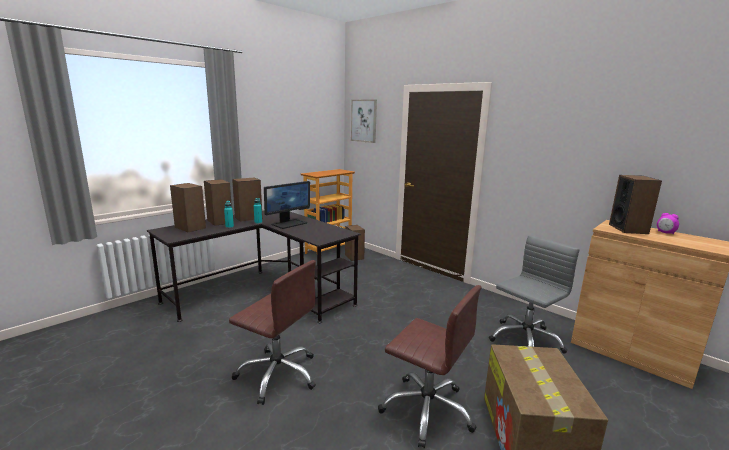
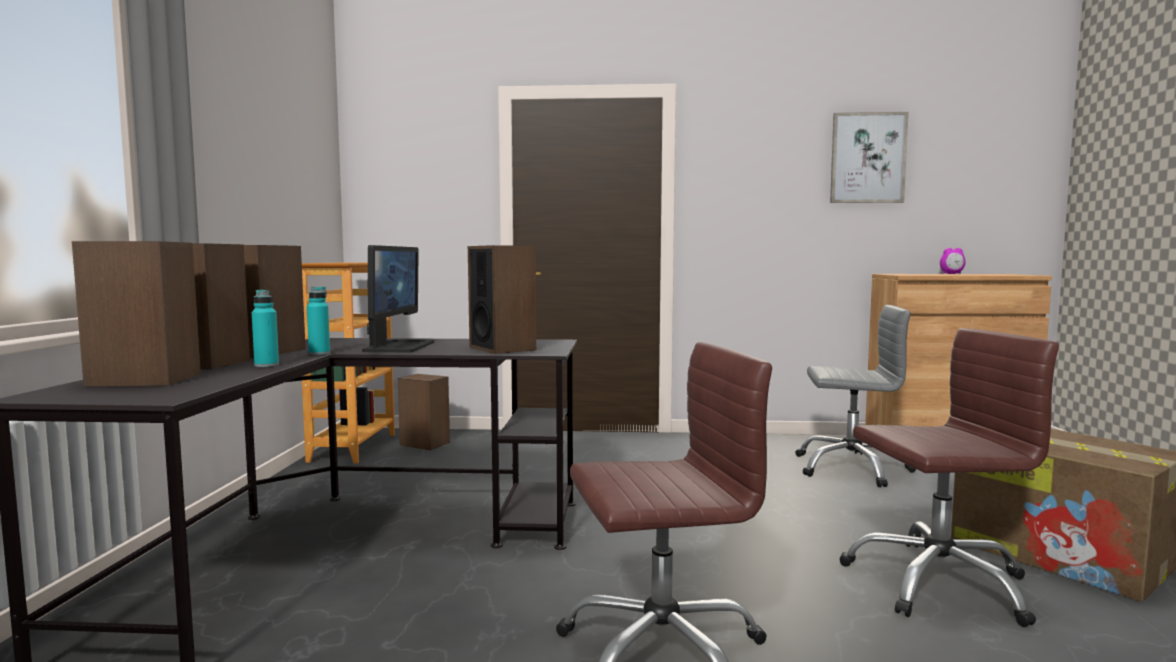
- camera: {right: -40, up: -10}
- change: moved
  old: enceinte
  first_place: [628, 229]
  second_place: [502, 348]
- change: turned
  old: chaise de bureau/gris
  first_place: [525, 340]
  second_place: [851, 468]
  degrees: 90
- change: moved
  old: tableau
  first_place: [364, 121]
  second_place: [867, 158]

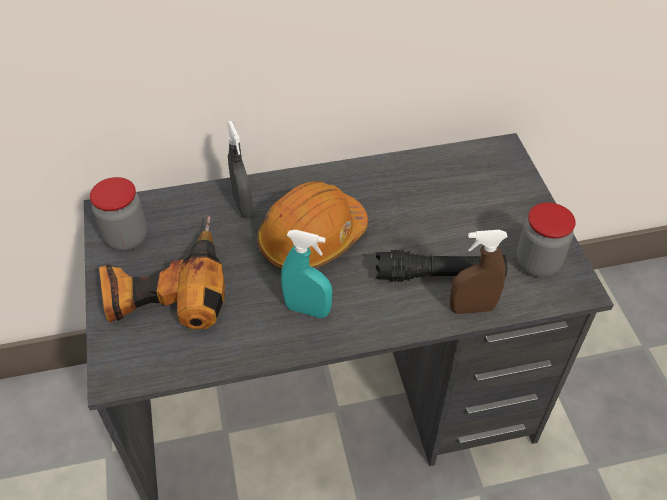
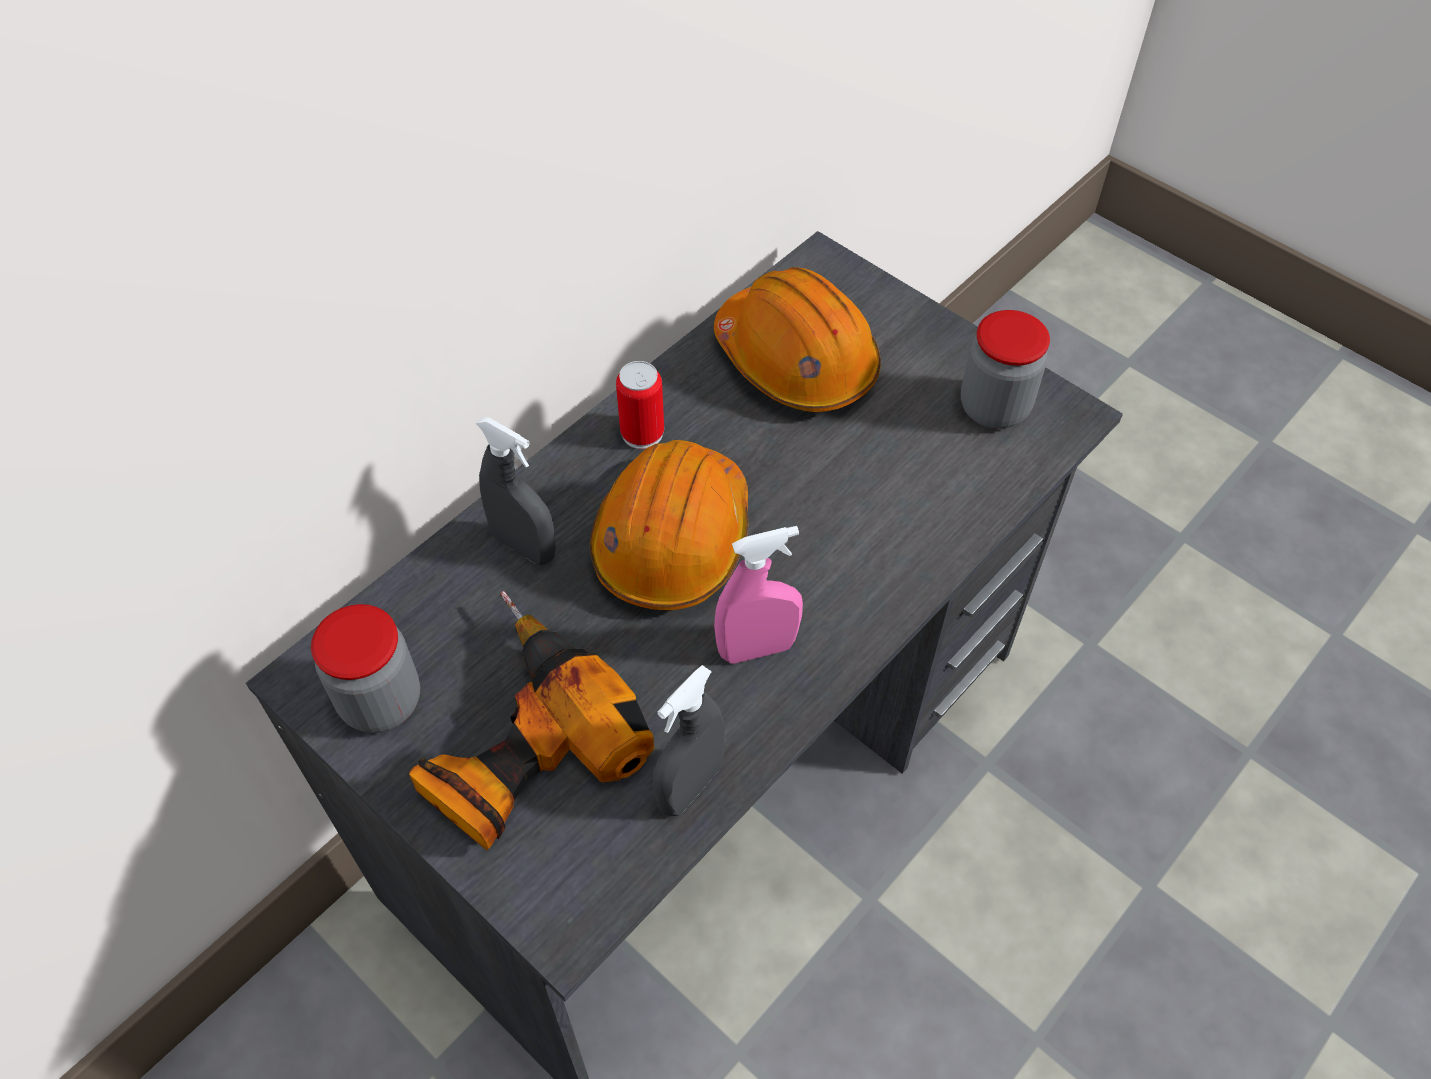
- camera: {right: -35, up: 5}
- change: added
  new: boîte métallique
  second_place: [642, 433]
- change: added
  new: vaporisateur/gris
  second_place: [690, 786]
- change: added
  new: casque de chantier/orange
  second_place: [796, 361]
- change: recoloured
  old: vaporisateur/turquoise
  new: vaporisateur/rose
  first_place: [307, 309]
  second_place: [757, 648]
- change: removed
  old: lampe de poche/noir
  first_place: [439, 275]
- change: removed
  old: vaporisateur/marron
  first_place: [472, 308]

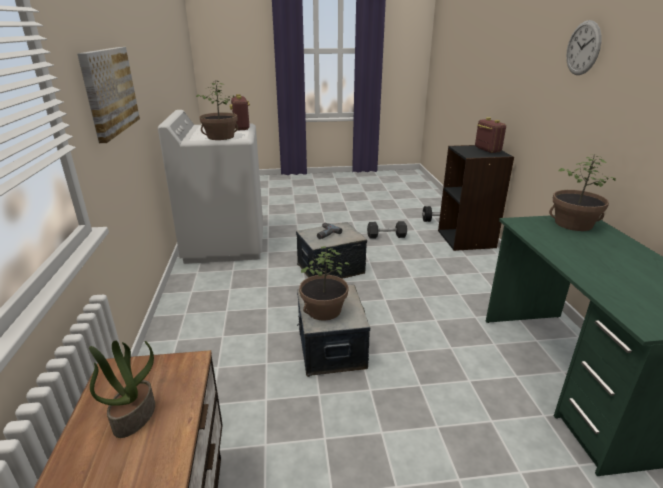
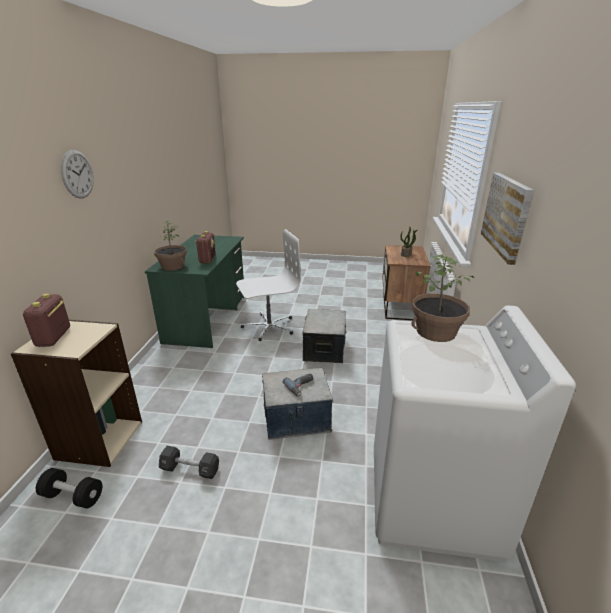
- camera: {right: -165, up: 0}
- change: recoloured
  old: bibliothèque/noir
  new: bibliothèque/beige
  first_place: [467, 239]
  second_place: [99, 439]
- change: moved
  old: radio
  first_place: [241, 128]
  second_place: [207, 259]
- change: added
  new: chaise de bureau/blanc
  second_place: [268, 326]
- change: removed
  old: plante en pot
  first_place: [323, 310]

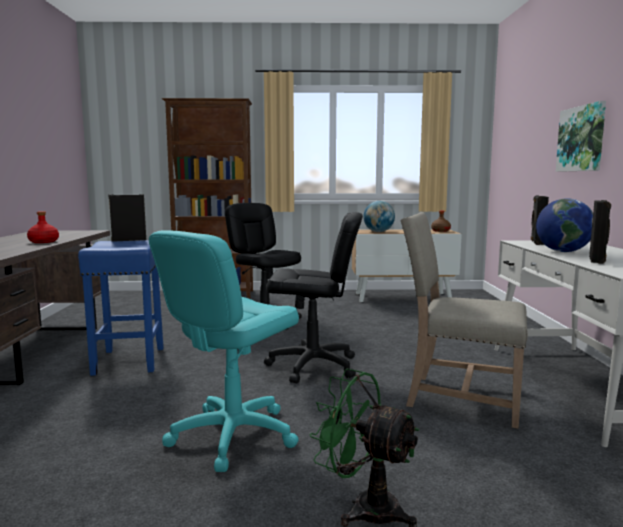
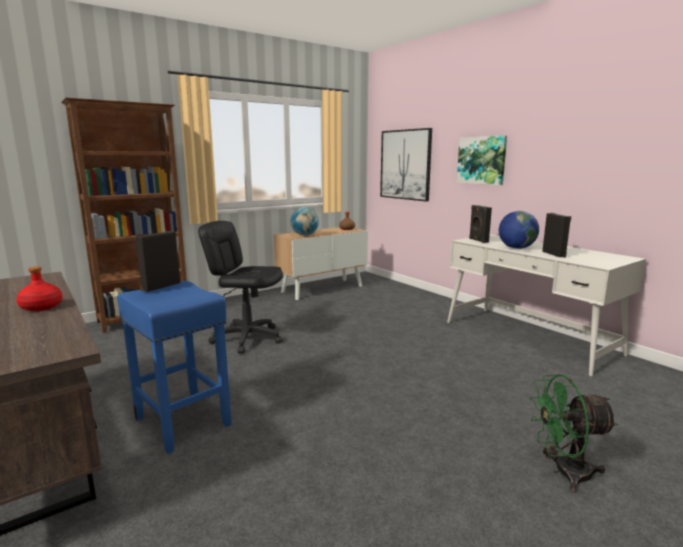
- camera: {right: -35, up: 5}
- change: added
  new: tableau
  second_place: [405, 164]
- change: removed
  old: chaise de bureau/turquoise
  first_place: [232, 435]
- change: removed
  old: chaise de bureau/noir
  first_place: [313, 366]
- change: removed
  old: chaise/beige
  first_place: [459, 398]

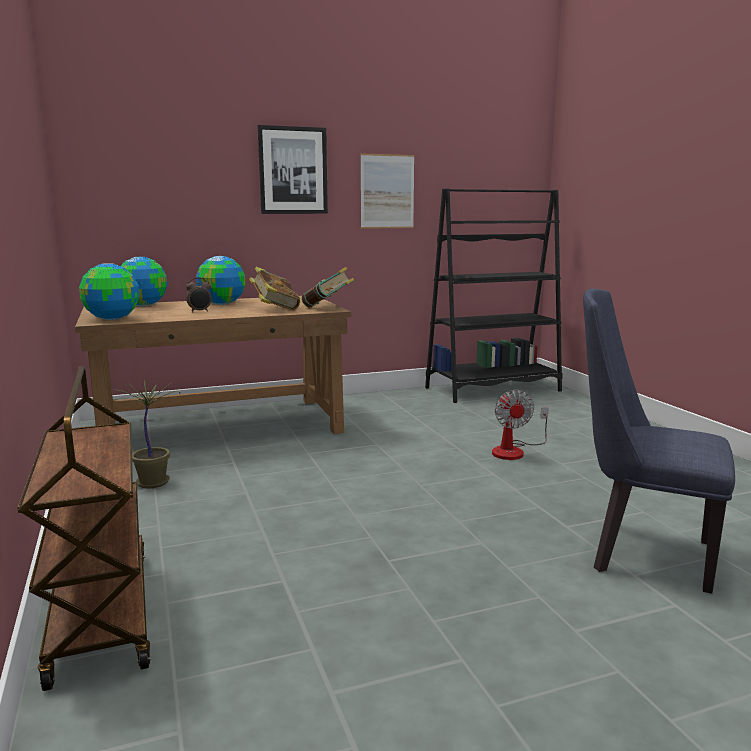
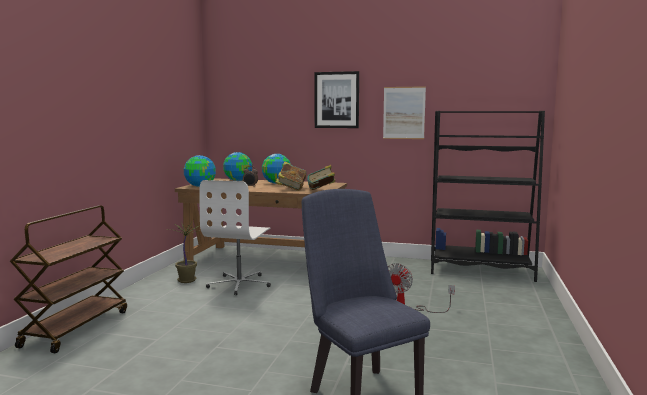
- camera: {right: 35, up: -5}
- change: added
  new: chaise de bureau/blanc
  second_place: [240, 284]

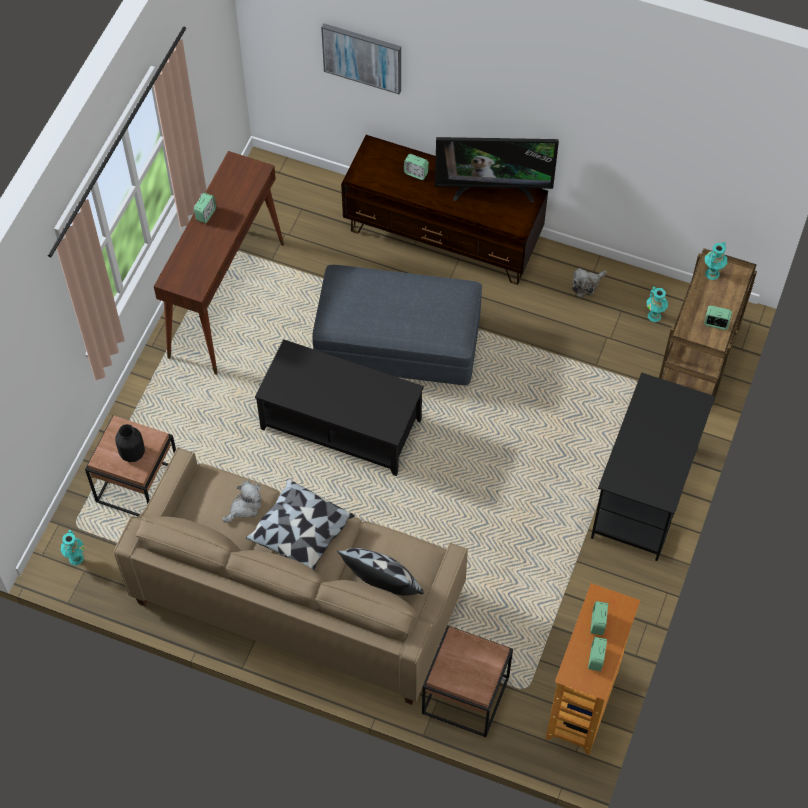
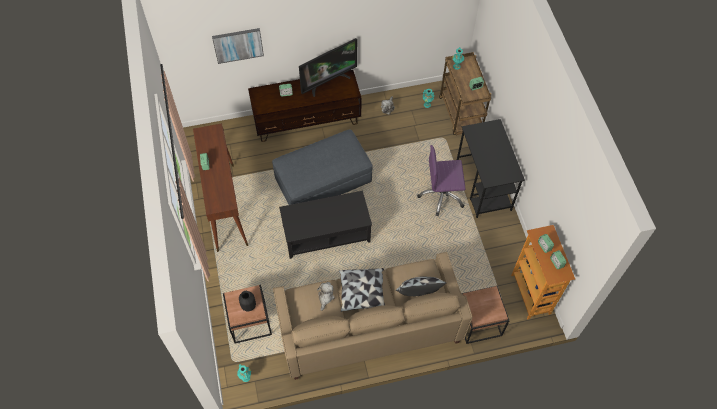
- camera: {right: -35, up: 0}
- change: added
  new: chaise de bureau/violet
  second_place: [441, 196]

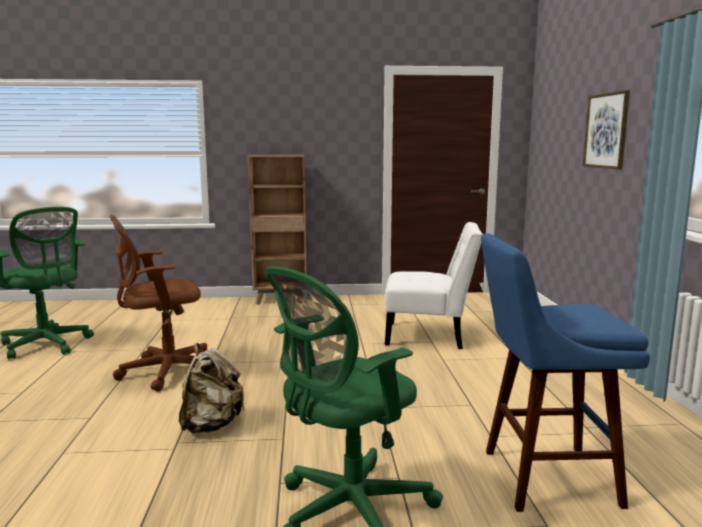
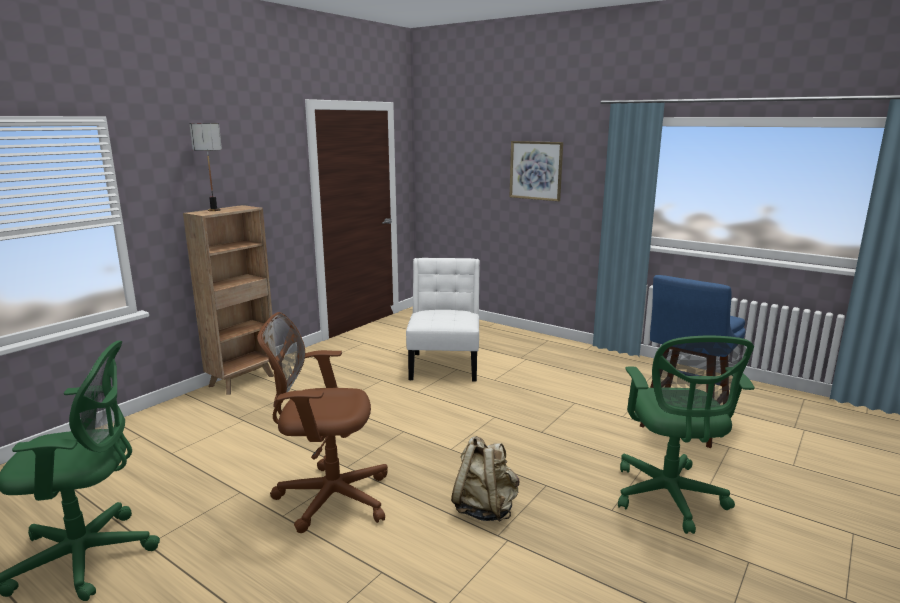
- camera: {right: -50, up: 5}
- change: added
  new: lampe de table
  second_place: [214, 210]
- change: turned
  old: chaise de bureau/marron
  first_place: [164, 372]
  second_place: [328, 497]
  degrees: 75
- change: turned
  old: chaise/blanc
  first_place: [430, 336]
  second_place: [445, 365]
  degrees: -45

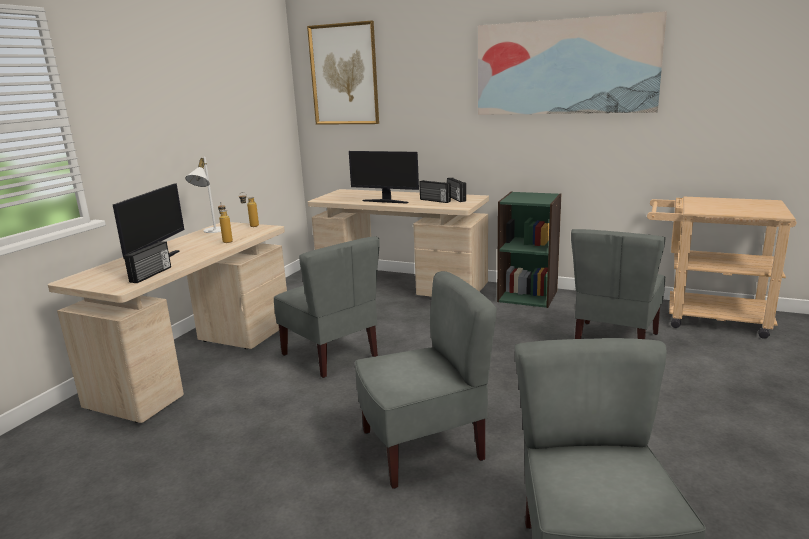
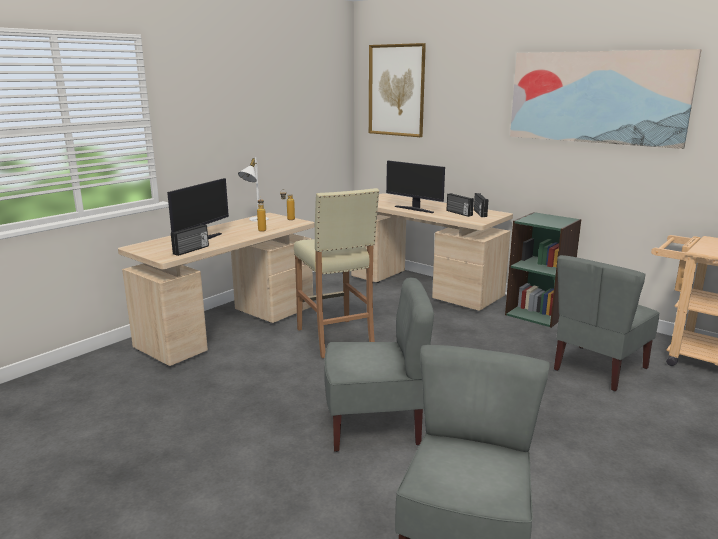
- camera: {right: 15, up: 0}
- change: replaced
  old: chaise/gris
  new: tabouret/beige
  first_place: [331, 355]
  second_place: [335, 338]

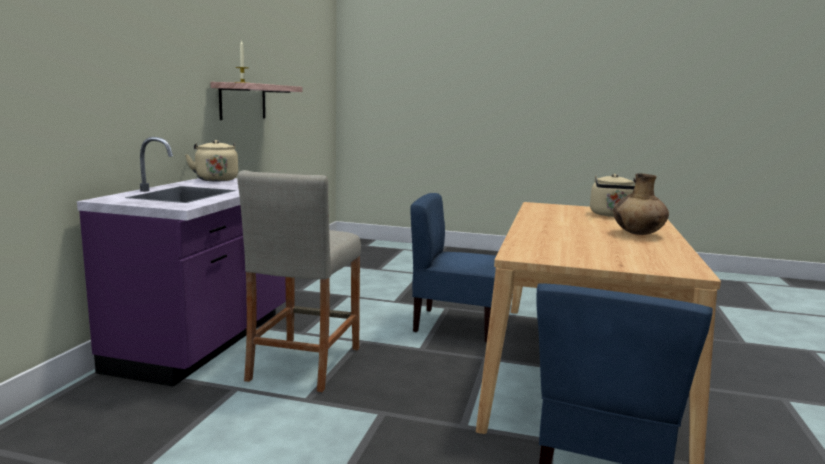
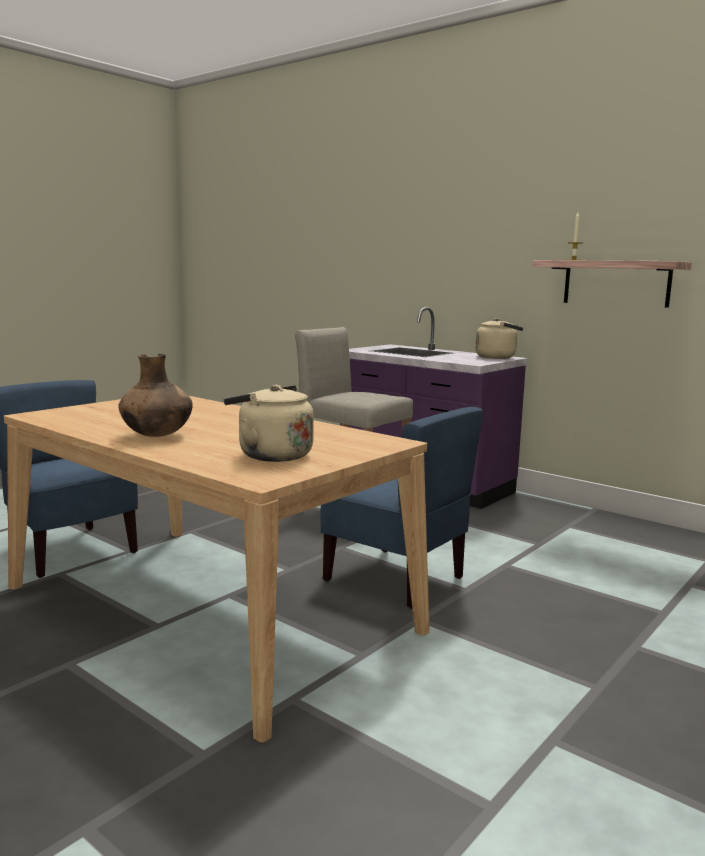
- camera: {right: 115, up: 0}
- change: turned
  old: chaise/bleu
  first_place: [456, 325]
  second_place: [395, 578]
  degrees: 90

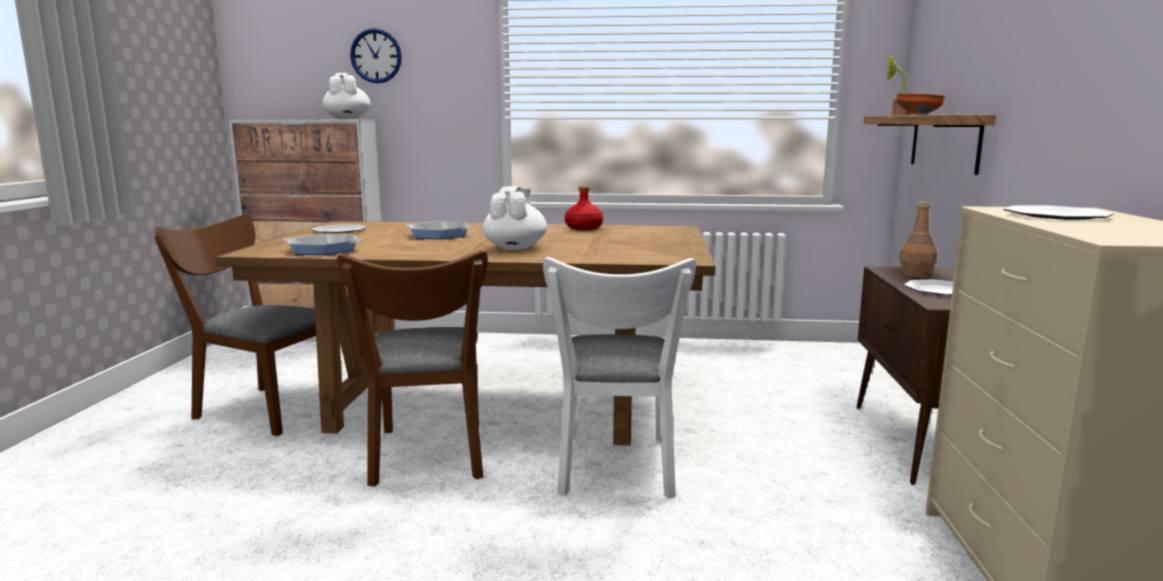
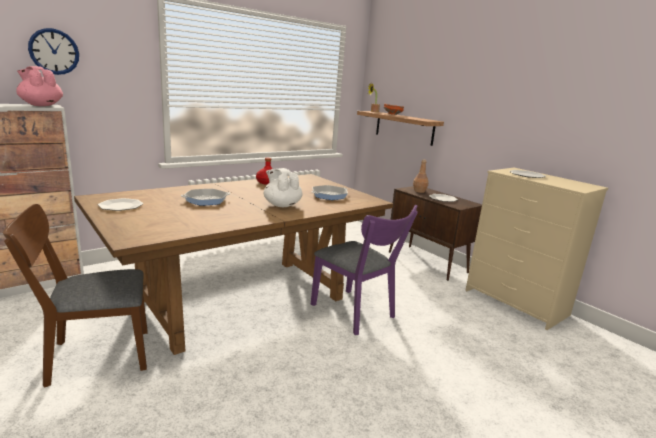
- camera: {right: -45, up: 5}
- change: recoloured
  old: théière/blanc
  new: théière/rose
  first_place: [347, 118]
  second_place: [41, 105]
- change: moved
  old: poêle
  first_place: [323, 250]
  second_place: [329, 195]
- change: recoloured
  old: chaise/blanc
  new: chaise/violet
  first_place: [615, 470]
  second_place: [356, 313]
- change: removed
  old: chaise/marron
  first_place: [428, 458]

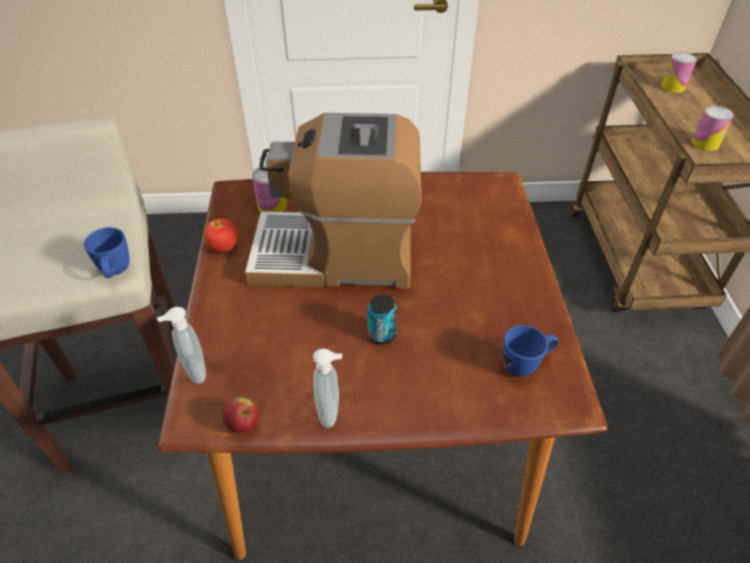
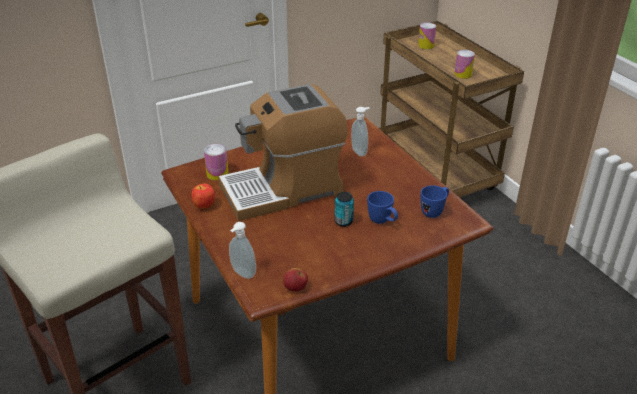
- camera: {right: -25, up: -10}
- change: moved
  old: distributeur de savon
  first_place: [331, 412]
  second_place: [360, 152]
- change: moved
  old: mug/bleu
  first_place: [116, 273]
  second_place: [382, 222]

